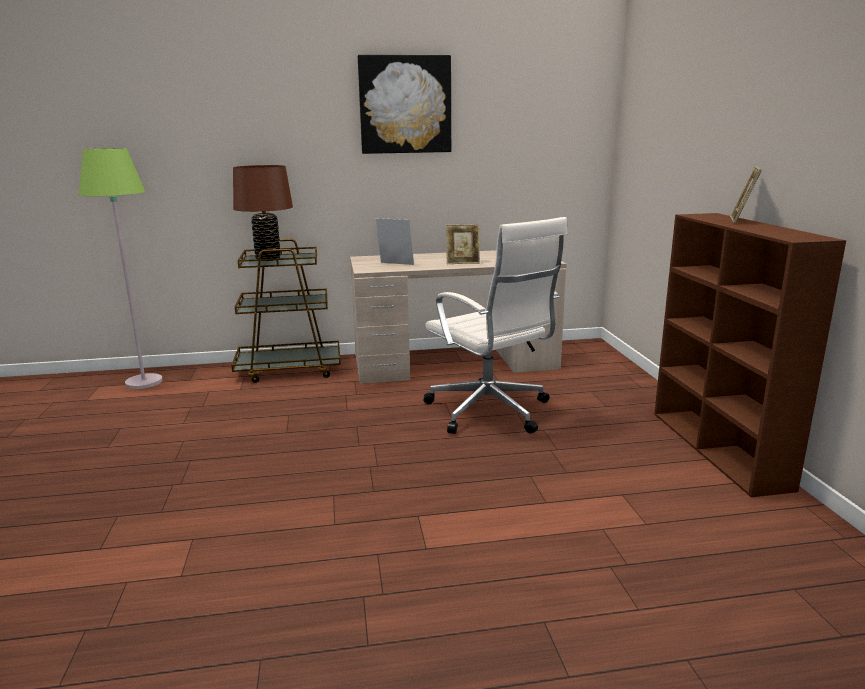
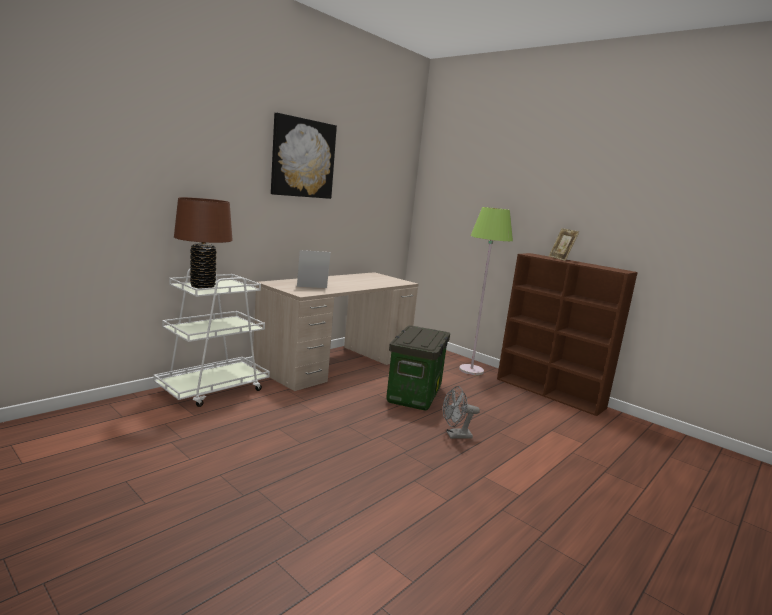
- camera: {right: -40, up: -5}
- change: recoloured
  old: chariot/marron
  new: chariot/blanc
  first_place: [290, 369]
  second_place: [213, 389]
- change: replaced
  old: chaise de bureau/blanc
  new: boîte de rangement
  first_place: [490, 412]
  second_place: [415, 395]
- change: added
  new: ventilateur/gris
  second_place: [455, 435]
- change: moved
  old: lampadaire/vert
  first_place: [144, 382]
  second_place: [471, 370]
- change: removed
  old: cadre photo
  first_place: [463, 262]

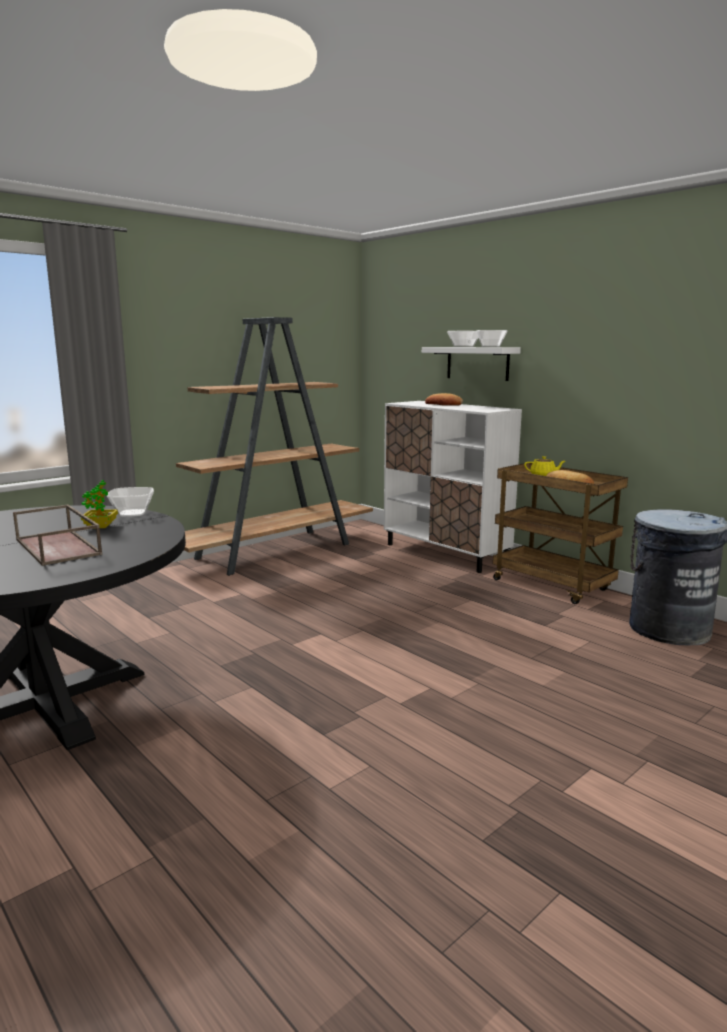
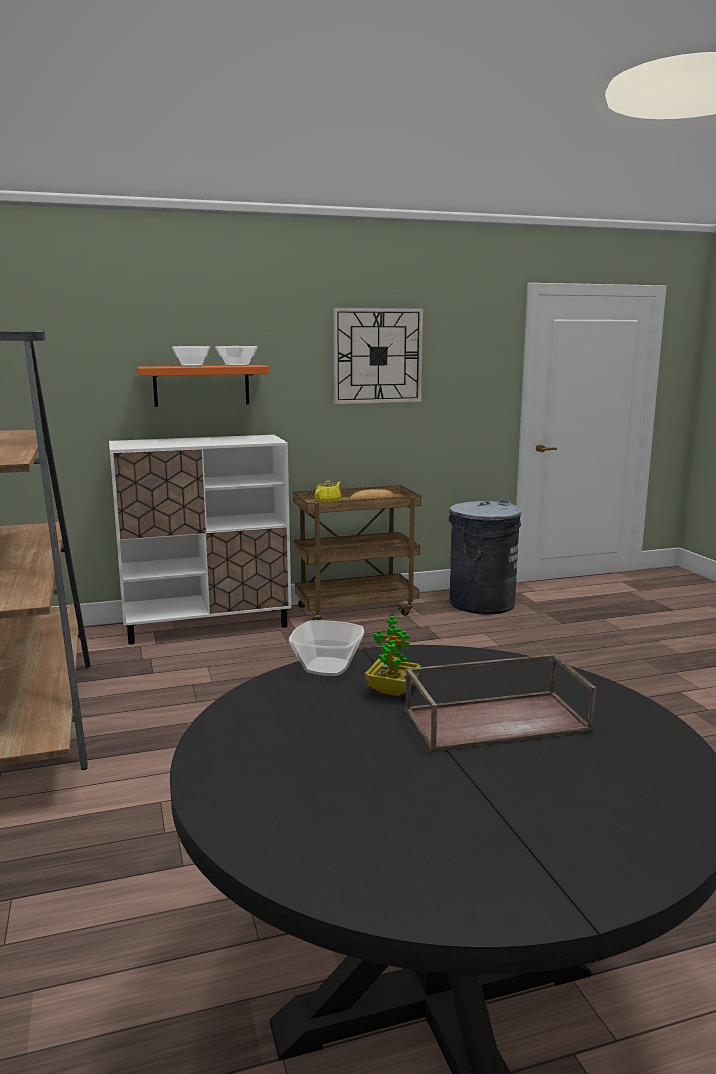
- camera: {right: -65, up: 0}
- change: recoloured
  old: étagère/blanc
  new: étagère/orange
  first_place: [477, 363]
  second_place: [201, 385]
- change: added
  new: horloge murale
  second_place: [377, 356]
- change: removed
  old: pain
  first_place: [443, 404]

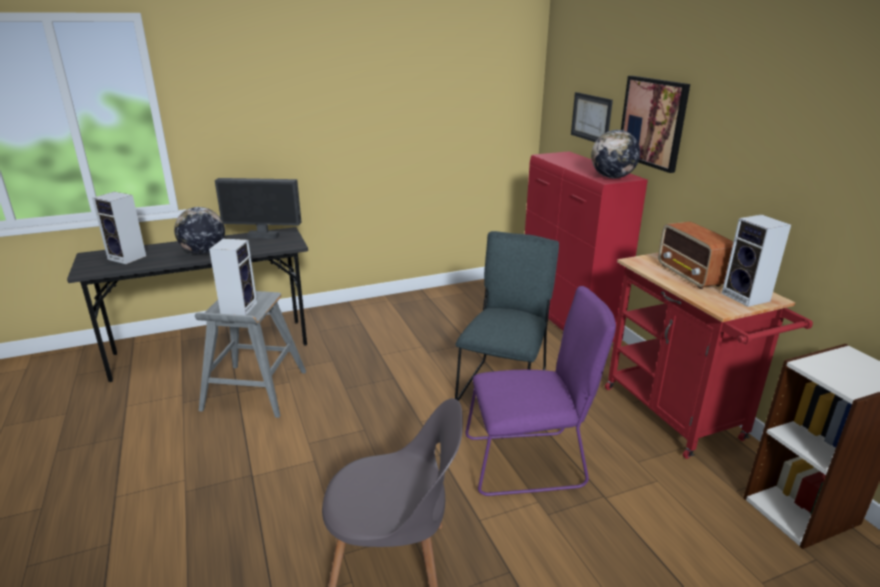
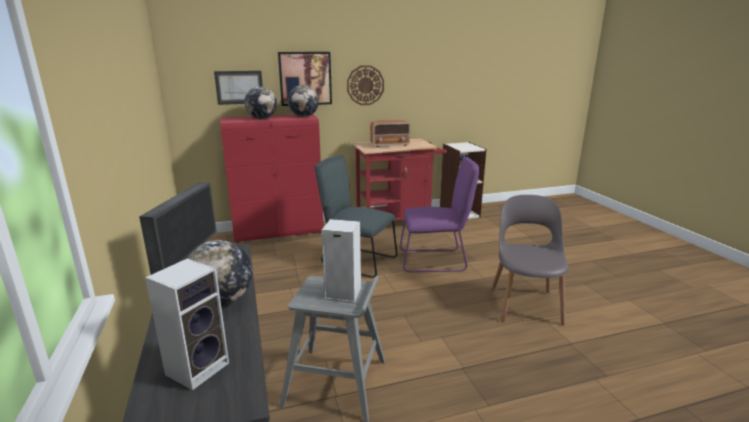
- camera: {right: -85, up: -5}
- change: added
  new: globe
  second_place: [262, 119]
- change: added
  new: horloge murale
  second_place: [365, 85]
- change: turned
  old: chaise/violet
  first_place: [530, 462]
  second_place: [435, 260]
  degrees: 90
- change: removed
  old: enceinte
  first_place: [747, 298]

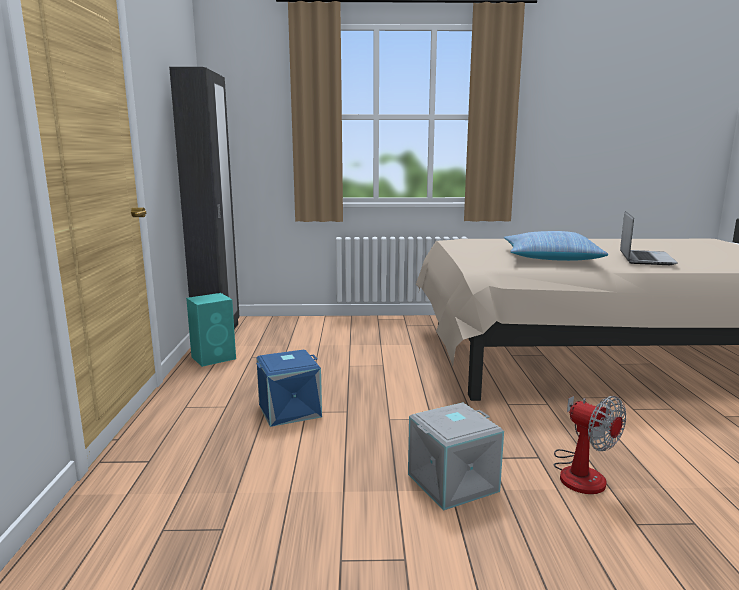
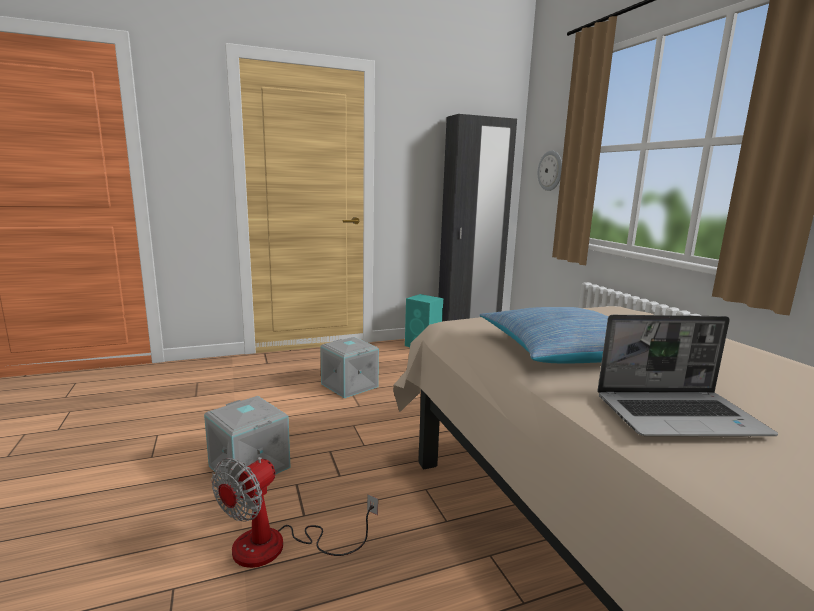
- camera: {right: 70, up: 0}
- change: recoloured
  old: boîte de rangement/bleu
  new: boîte de rangement/gris
  first_place: [289, 411]
  second_place: [348, 385]
- change: added
  new: horloge murale
  second_place: [550, 170]

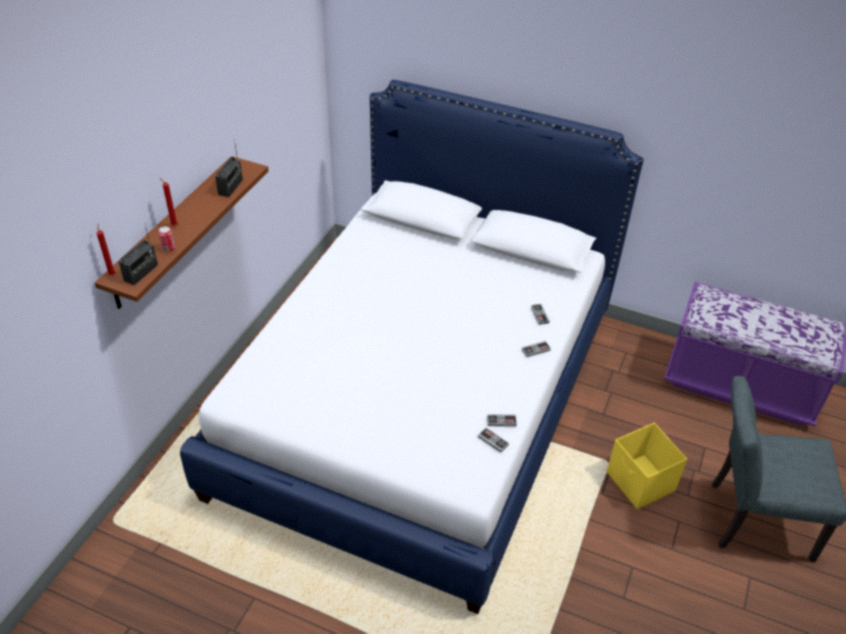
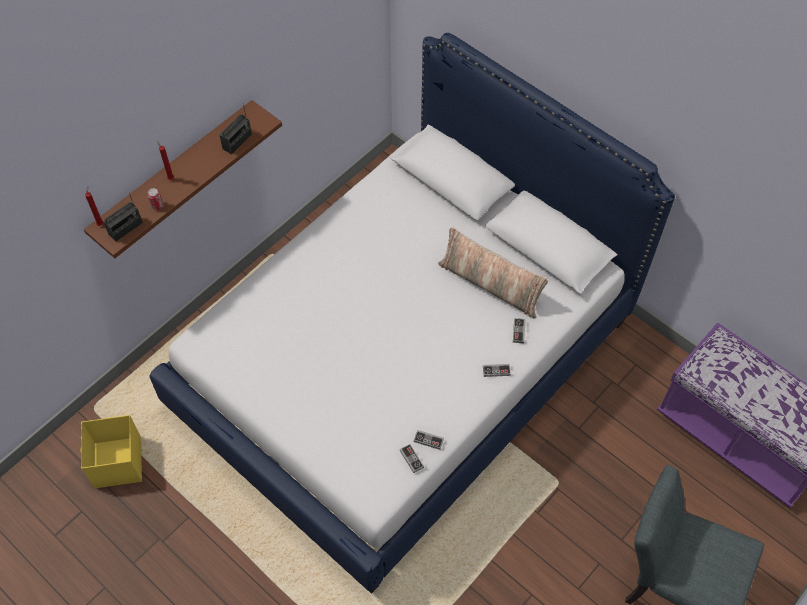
- camera: {right: 20, up: 15}
- change: moved
  old: boîte de rangement/jaune
  first_place: [640, 482]
  second_place: [117, 463]
- change: added
  new: coussin
  second_place: [490, 285]

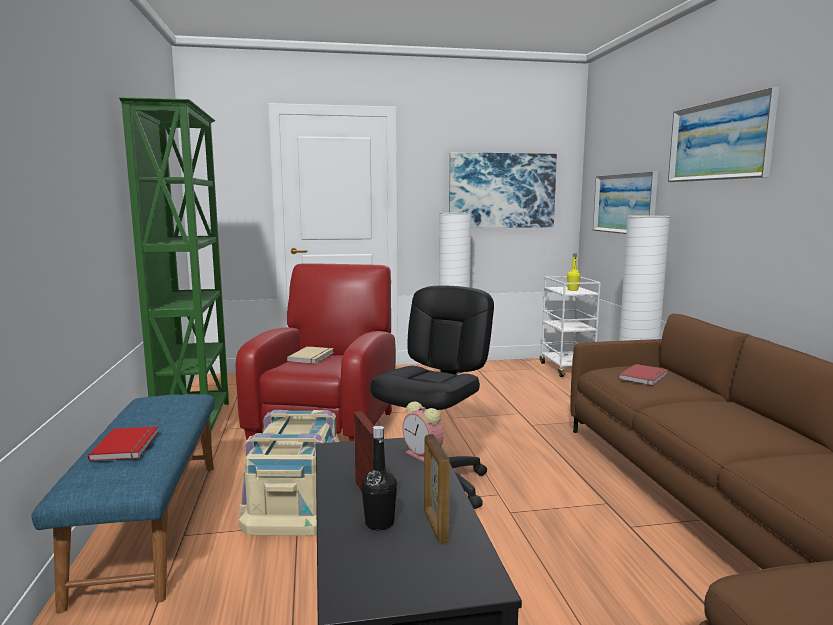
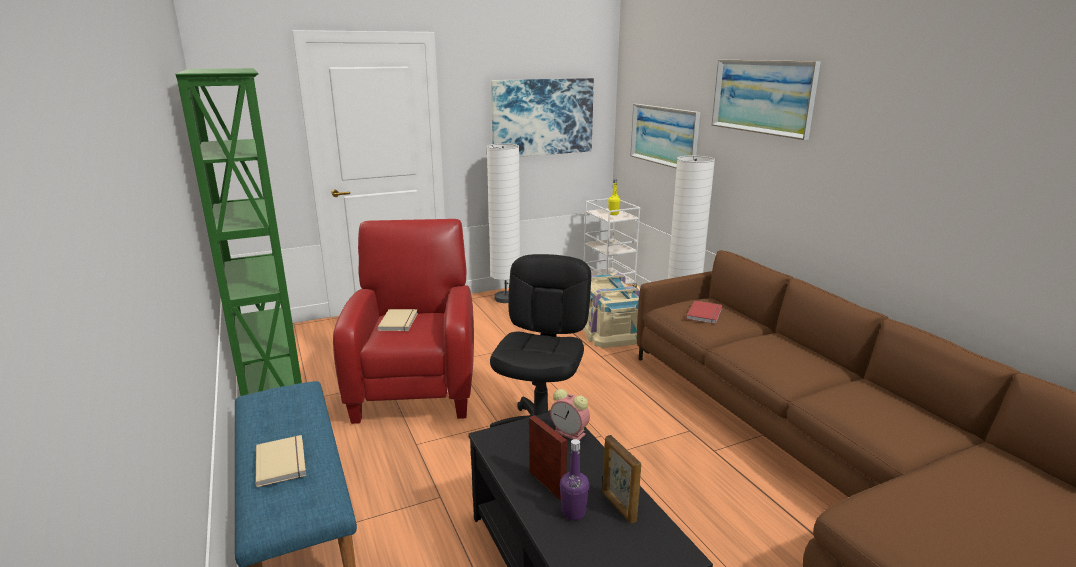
- camera: {right: -15, up: 10}
- change: recoloured
  old: livre/rouge
  new: livre/beige
  first_place: [128, 446]
  second_place: [283, 462]
- change: recoloured
  old: bouteille/noir
  new: bouteille/violet
  first_place: [379, 523]
  second_place: [573, 512]
- change: moved
  old: boîte de rangement/beige
  first_place: [296, 500]
  second_place: [608, 328]

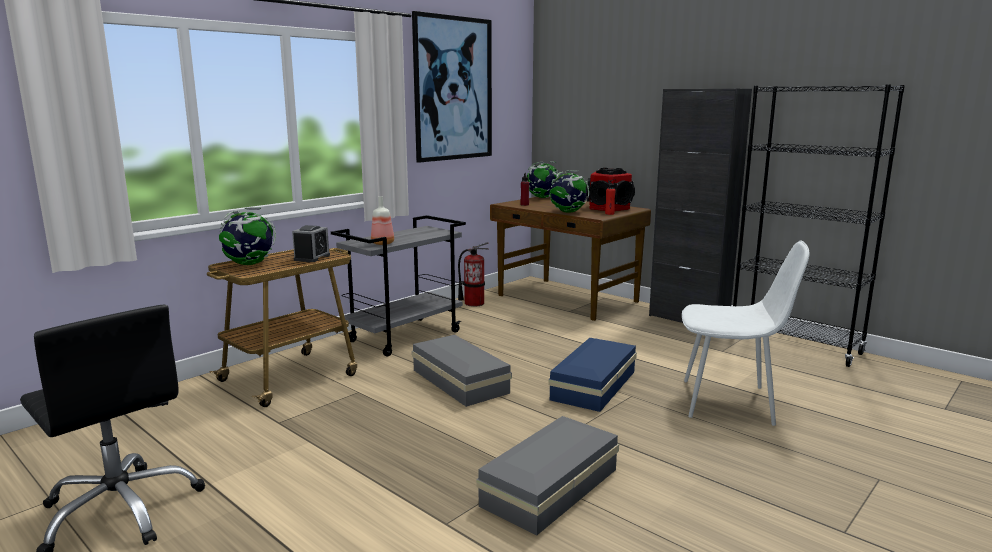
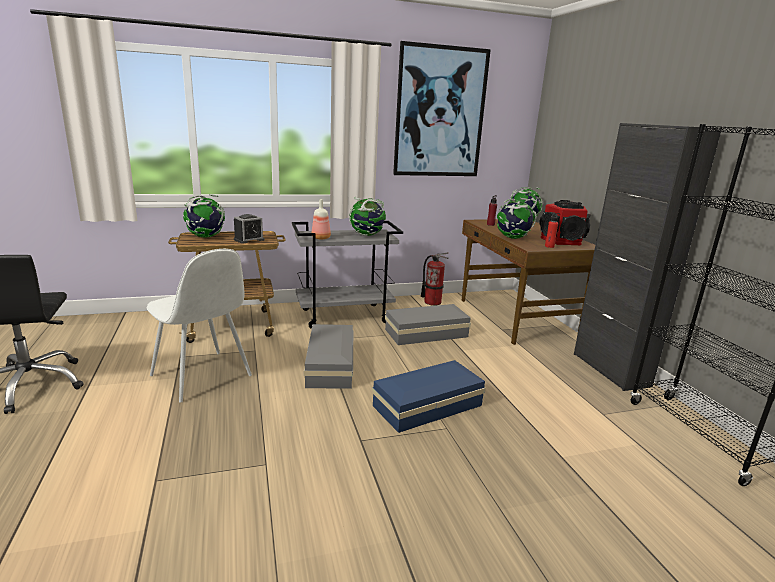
- camera: {right: 30, up: 5}
- change: moved
  old: chaise/blanc
  first_place: [730, 402]
  second_place: [202, 377]
- change: added
  new: globe
  second_place: [367, 235]
- change: moved
  old: boîte de rangement/gris
  first_place: [547, 487]
  second_place: [424, 333]

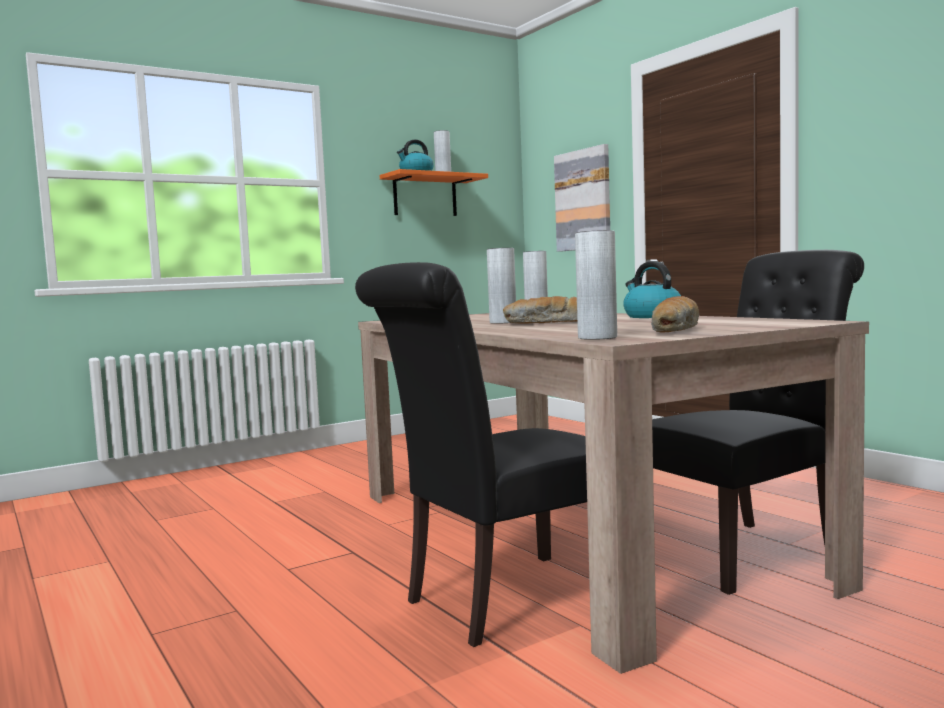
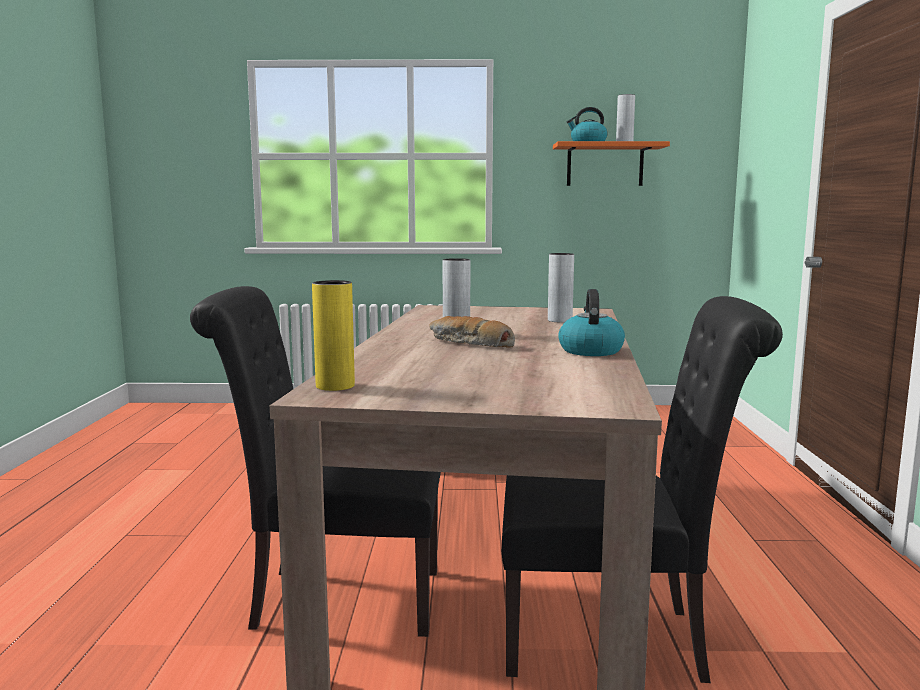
- camera: {right: 35, up: 5}
- change: recoloured
  old: vase/gris
  new: vase/jaune
  first_place: [597, 338]
  second_place: [335, 386]
- change: removed
  old: tableau
  first_place: [583, 200]
- change: removed
  old: pain
  first_place: [677, 330]

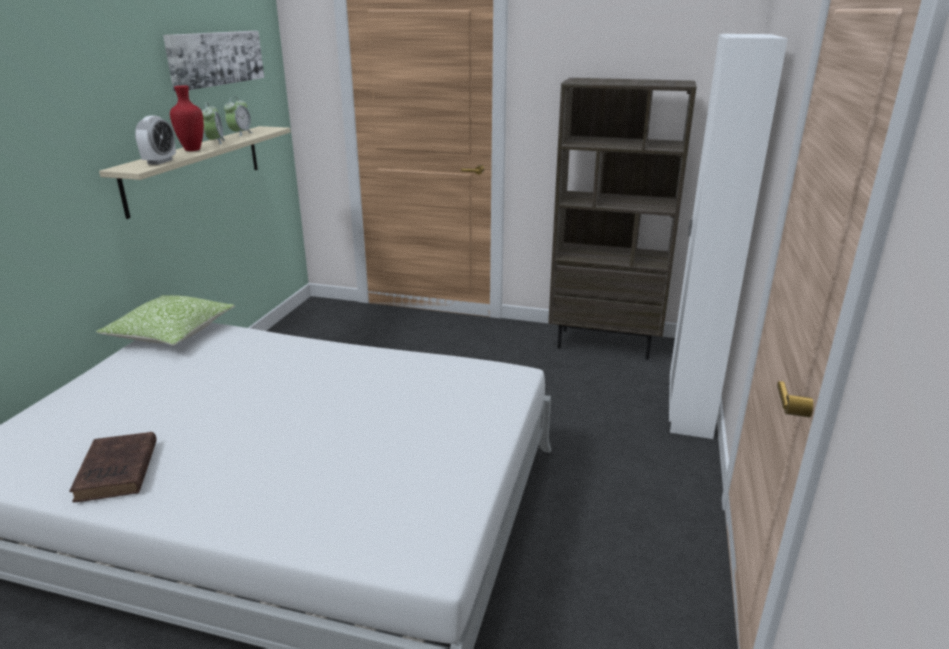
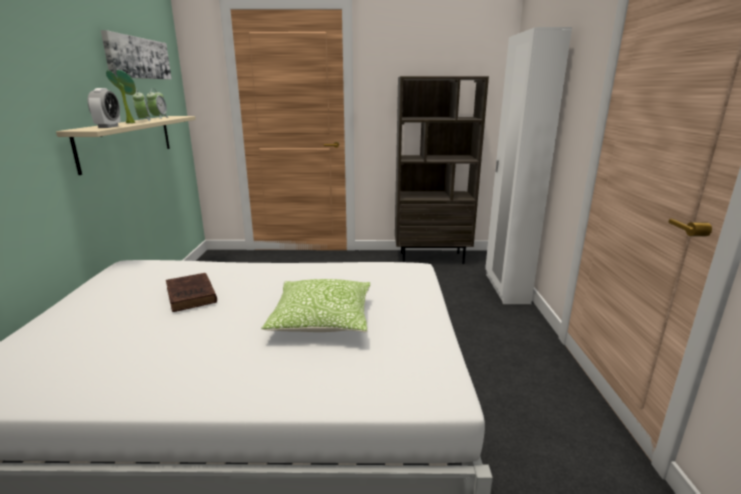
- camera: {right: -15, up: -5}
- change: replaced
  old: vase/rouge
  new: plante en pot
  first_place: [193, 150]
  second_place: [130, 123]
- change: moved
  old: livre/marron
  first_place: [117, 472]
  second_place: [191, 296]
- change: moved
  old: coussin
  first_place: [171, 333]
  second_place: [322, 319]

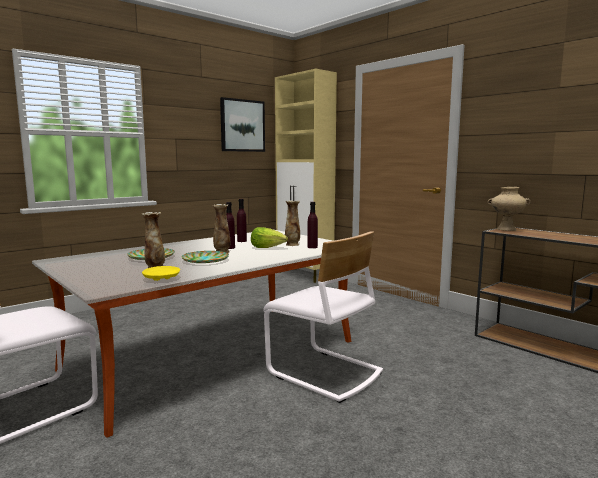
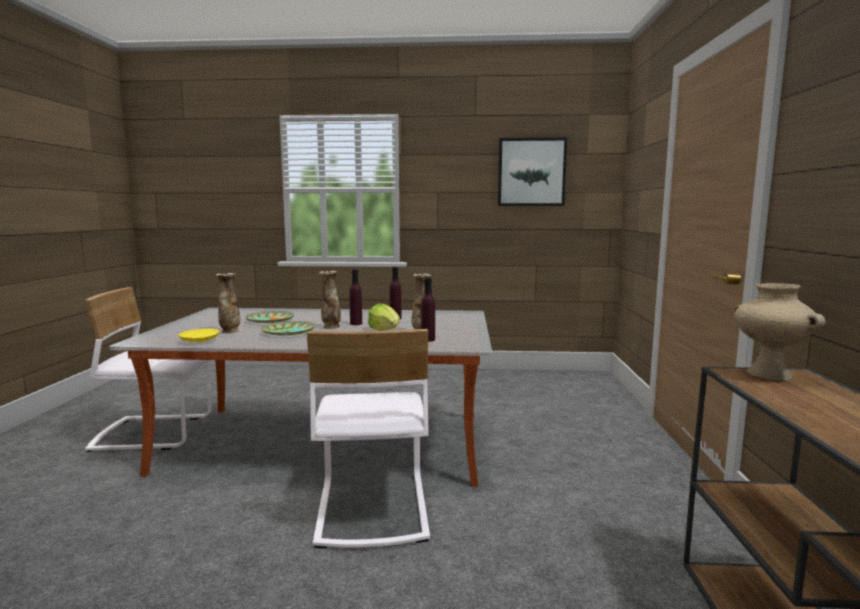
- camera: {right: 45, up: 0}
- change: removed
  old: meuble de rangement/beige
  first_place: [305, 275]

